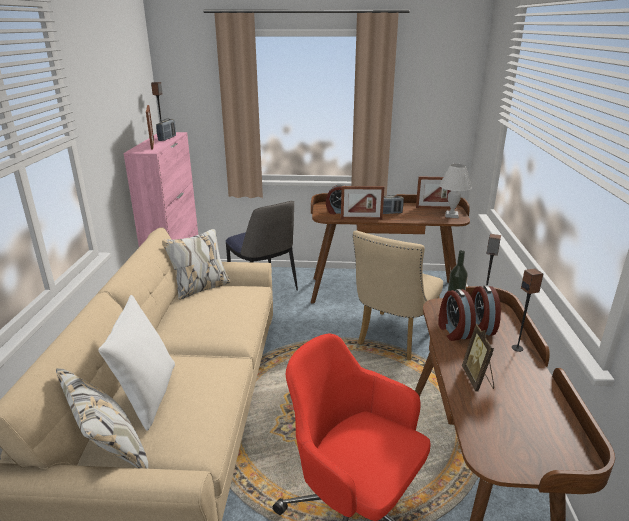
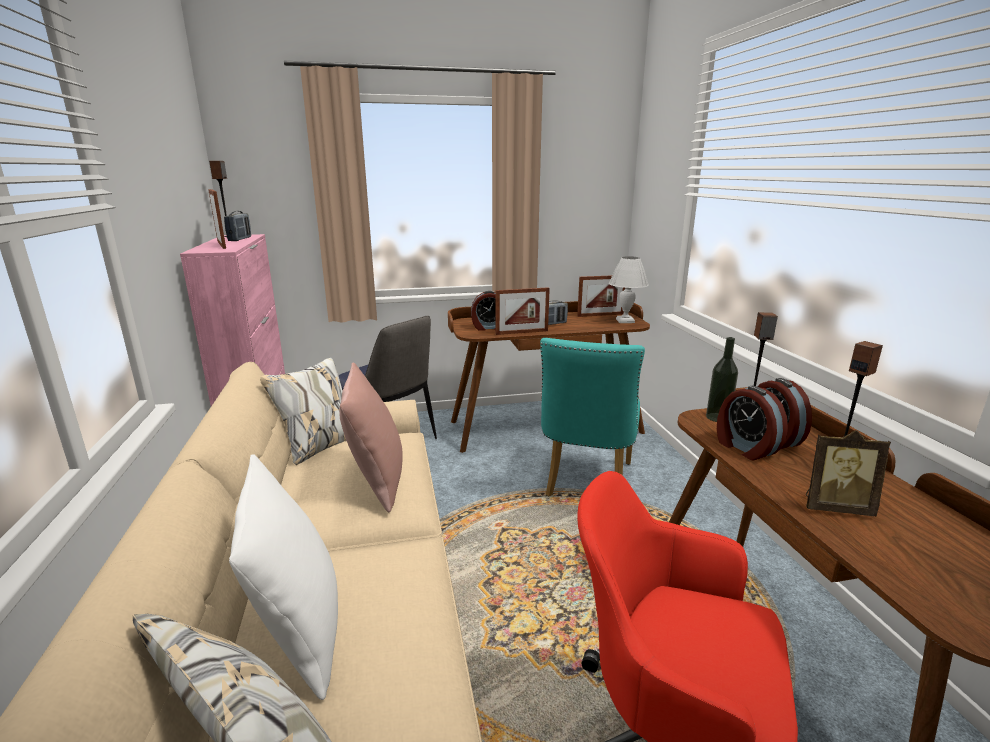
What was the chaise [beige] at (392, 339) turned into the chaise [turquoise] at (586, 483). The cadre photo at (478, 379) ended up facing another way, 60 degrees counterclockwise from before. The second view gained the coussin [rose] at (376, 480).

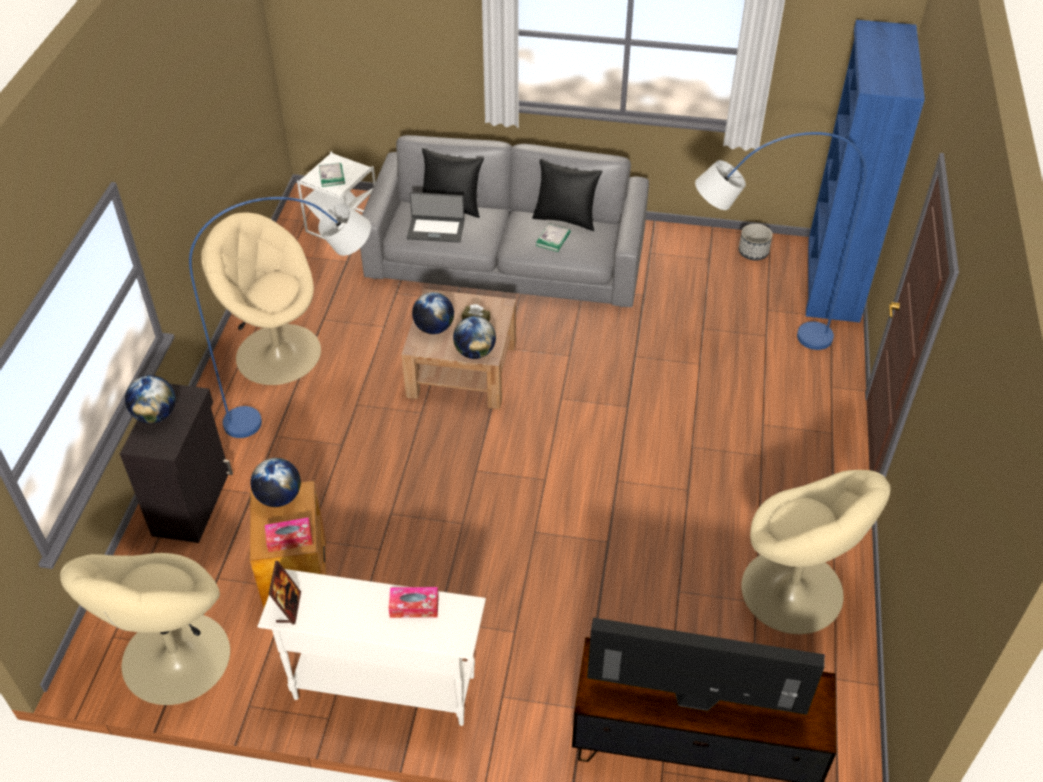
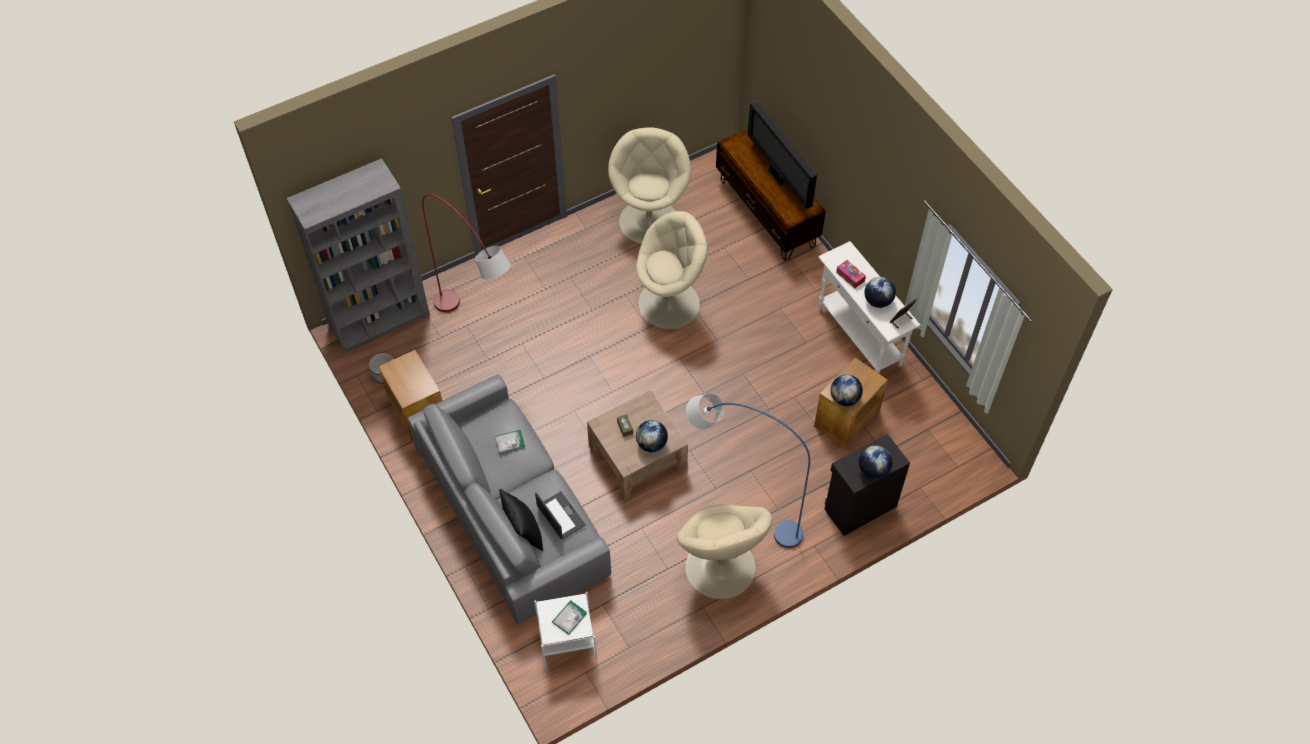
What was the bibliothèque [bleu] at (832, 280) turned into the bibliothèque [gris] at (380, 320). What was the lampadaire [bleu] at (749, 342) turned into the lampadaire [rouge] at (479, 330). The second view lost the coussin [noir] at (565, 219). The globe ended up elsewhere, having gone from (475, 352) to (878, 301). The second view lost the boîte à mouchoirs at (289, 539). The fauteuil [beige] ended up elsewhere, having gone from (174, 659) to (670, 303). The second view gained the table d'appoint [marron] at (417, 411).

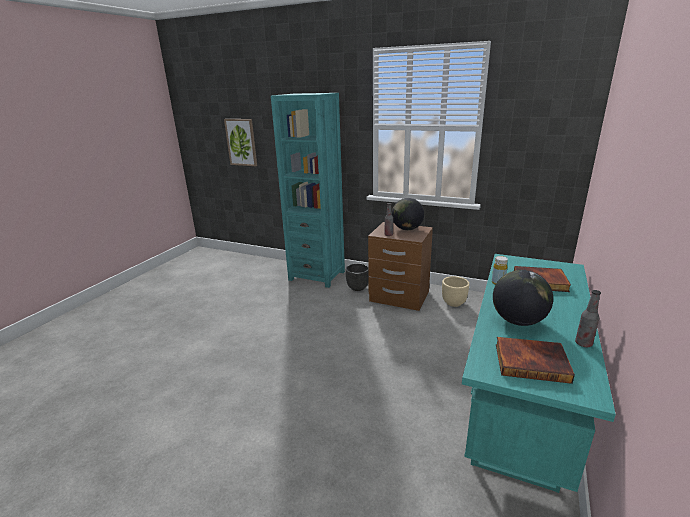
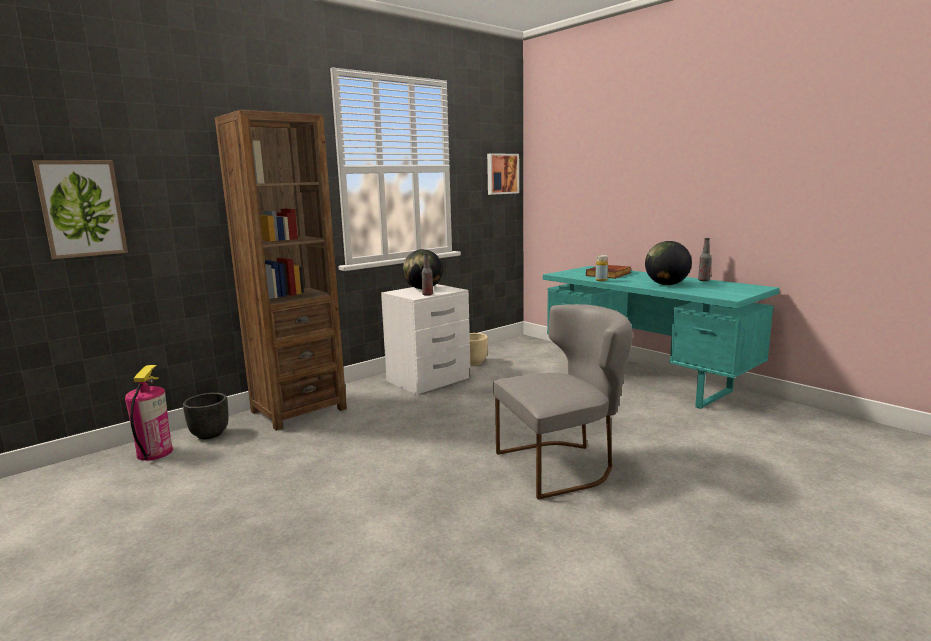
What was the bibliothèque [turquoise] at (317, 275) turned into the bibliothèque [marron] at (298, 410). What was the table de chevet [marron] at (399, 297) turned into the table de chevet [blanc] at (429, 380). The cache-pot [noir] ended up elsewhere, having gone from (357, 287) to (209, 434). The second view lost the livre at (531, 362). The second view gained the tableau at (501, 174). The second view gained the chaise [gris] at (562, 465). The second view gained the extincteur at (154, 453).

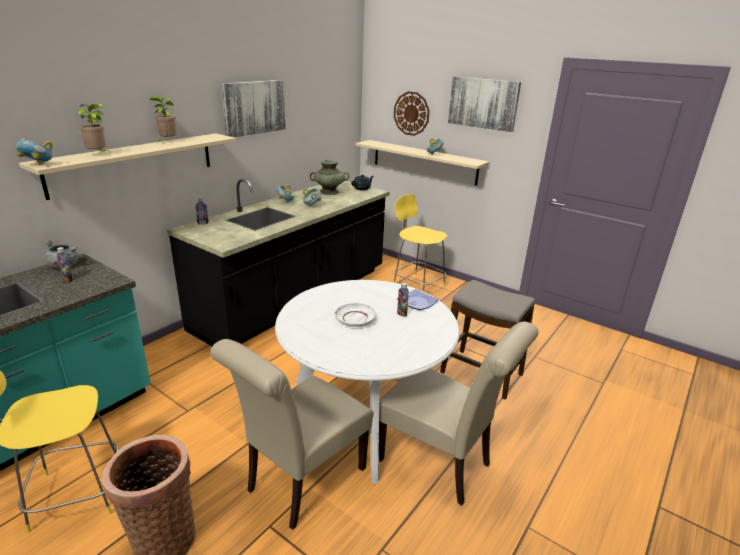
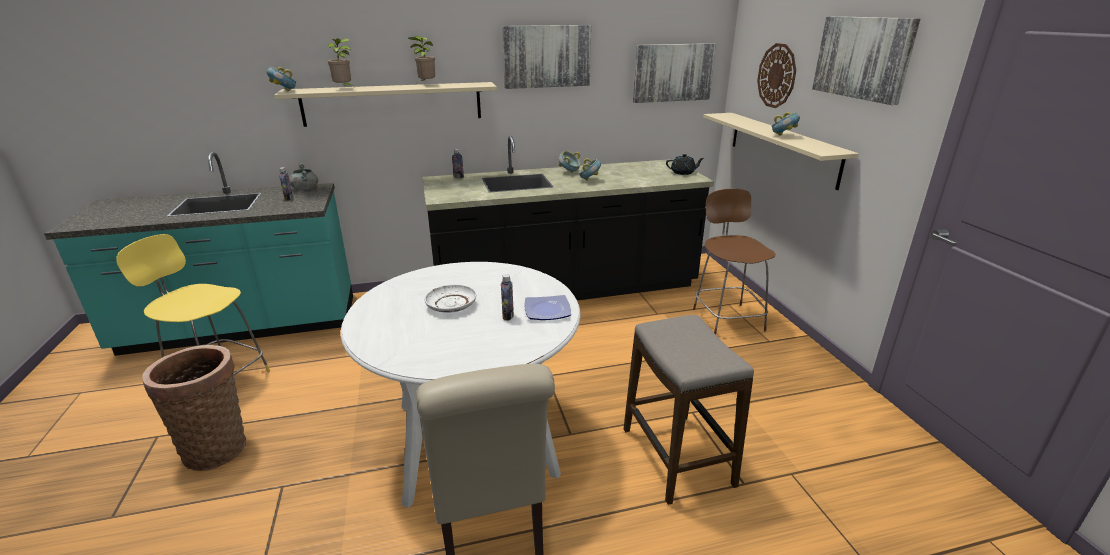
The second view lost the vase [turquoise] at (329, 192). What was the tabouret [jaune] at (417, 285) turned into the tabouret [marron] at (727, 318). The second view lost the chaise [beige] at (301, 482). The second view gained the tableau at (673, 72).

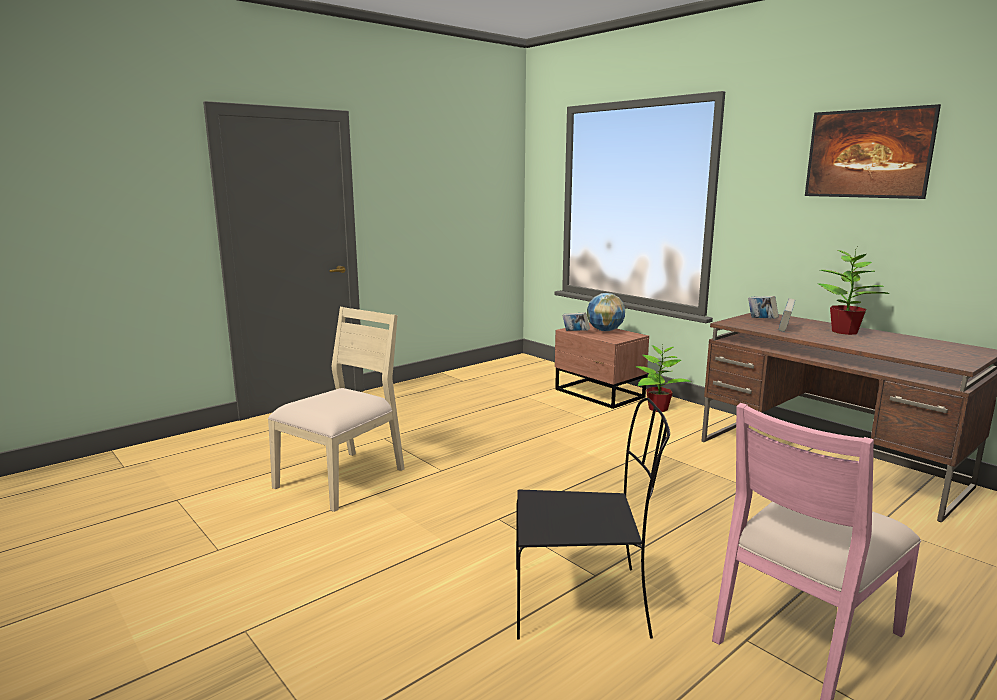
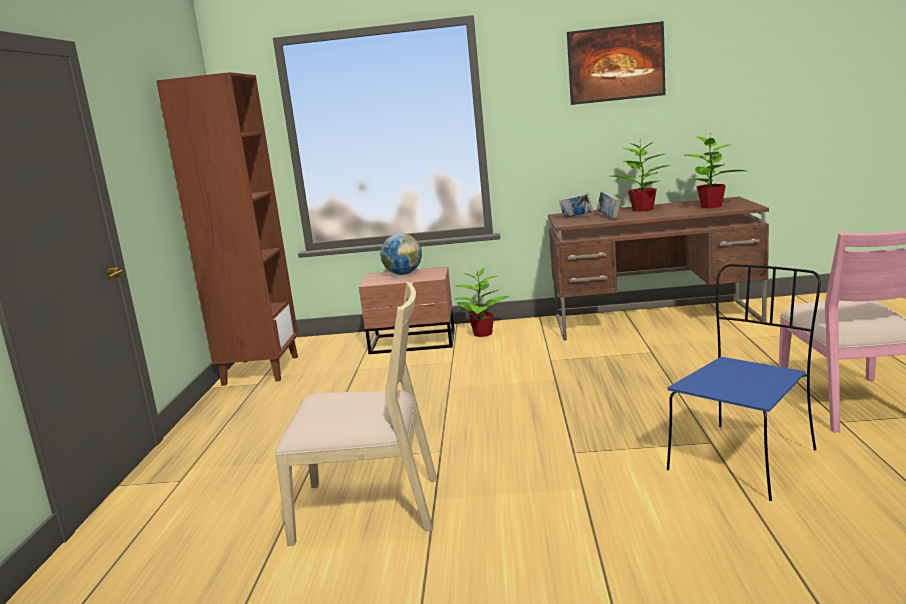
The chaise [beige] at (343, 478) ended up facing another way, 105 degrees clockwise from before. The second view lost the livre at (575, 332). What was the chaise [noir] at (583, 601) turned into the chaise [bleu] at (743, 459). The second view gained the bibliothèque [marron] at (260, 370). The second view gained the plante en pot at (711, 206).

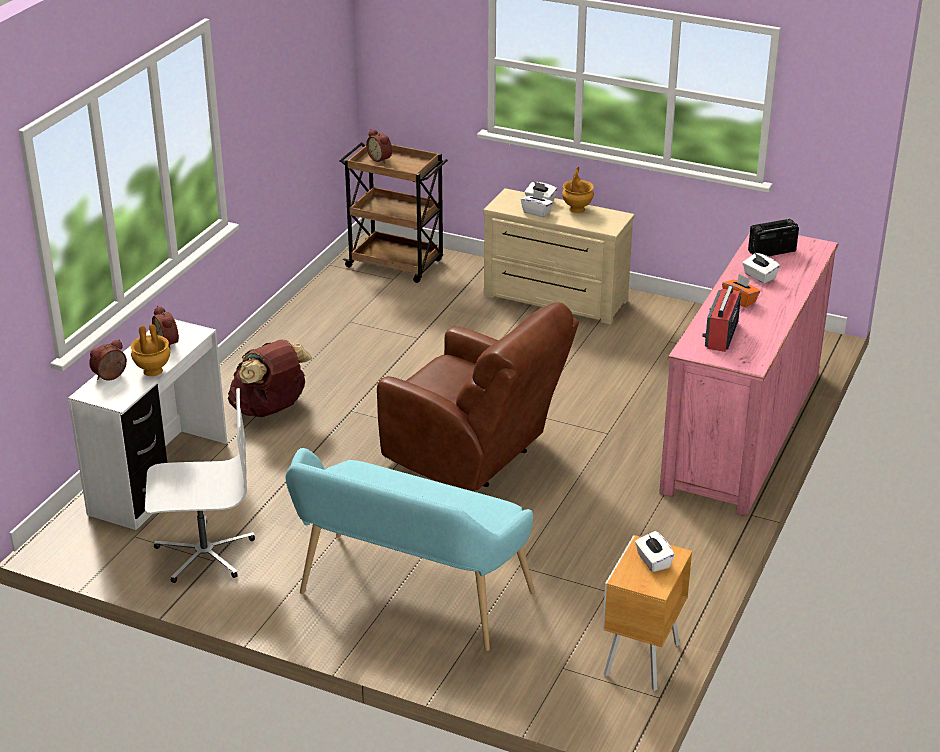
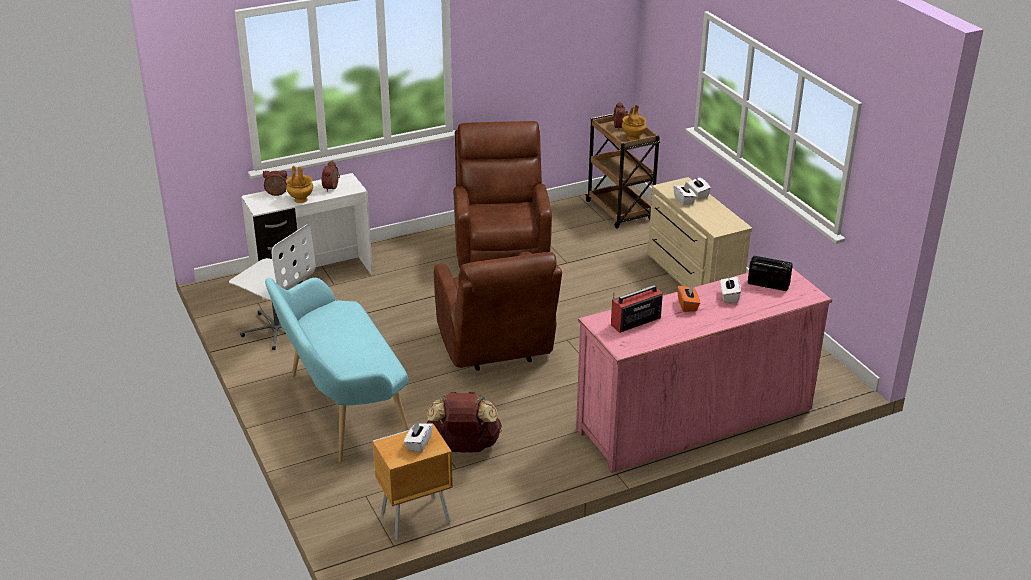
The vase [marron] ended up elsewhere, having gone from (577, 209) to (633, 137). The sac à dos [marron] ended up elsewhere, having gone from (270, 409) to (464, 447). The second view gained the fauteuil [marron] at (501, 248).

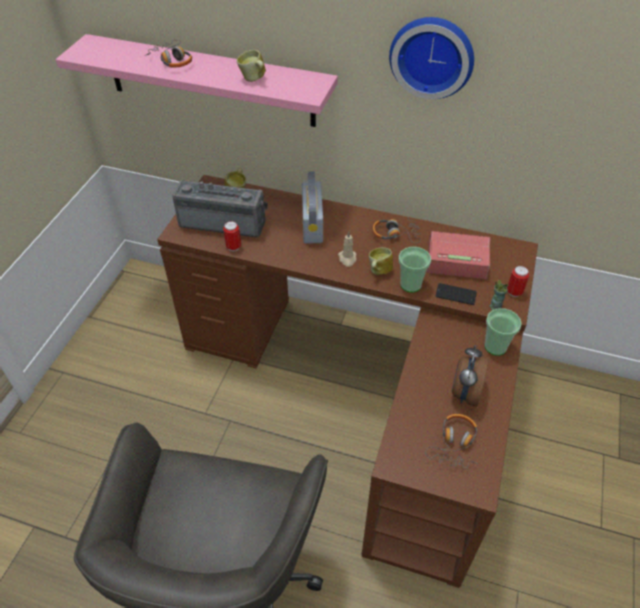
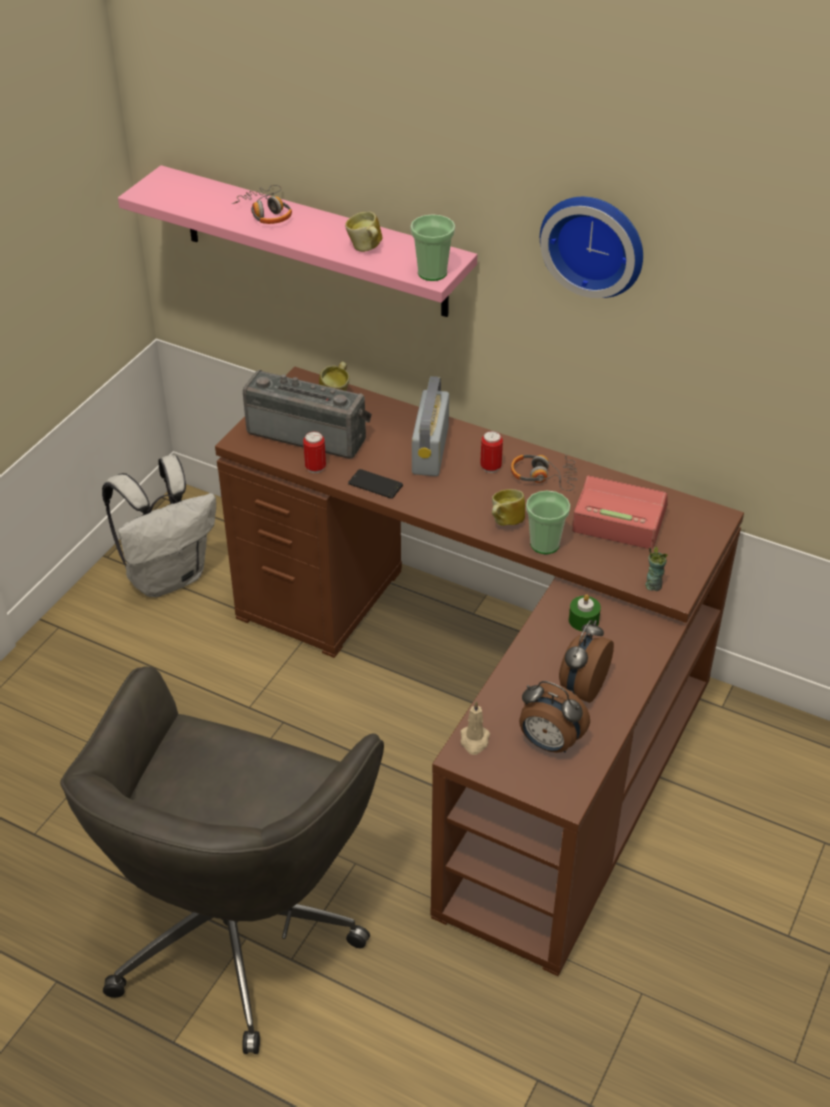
The bougie [beige] ended up elsewhere, having gone from (347, 259) to (474, 741). The boîte métallique ended up elsewhere, having gone from (514, 292) to (490, 467). The téléphone ended up elsewhere, having gone from (455, 294) to (375, 484). The tasse ended up elsewhere, having gone from (495, 346) to (432, 273). Where the casque audio stood at (454, 444), the réveil came to stand at (549, 743). The second view gained the sac à dos [blanc] at (168, 576). The second view gained the bougie [vert] at (583, 620).

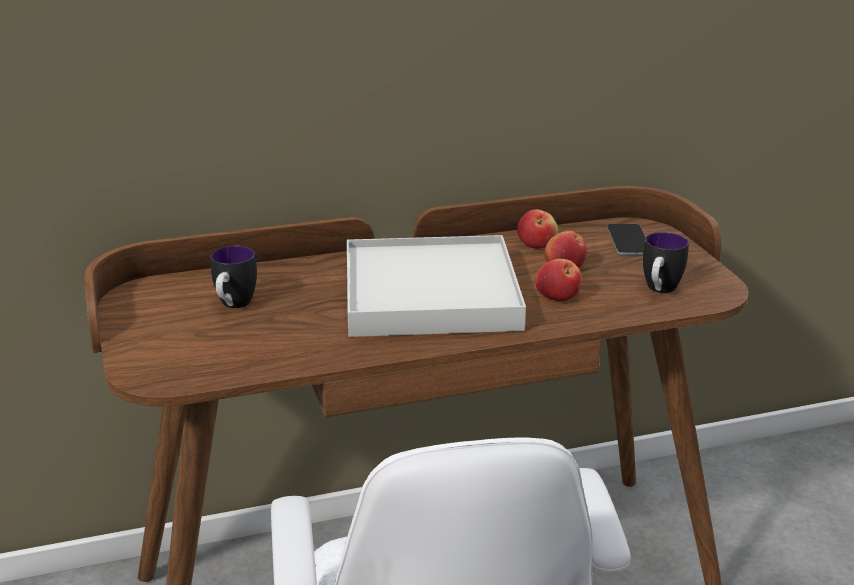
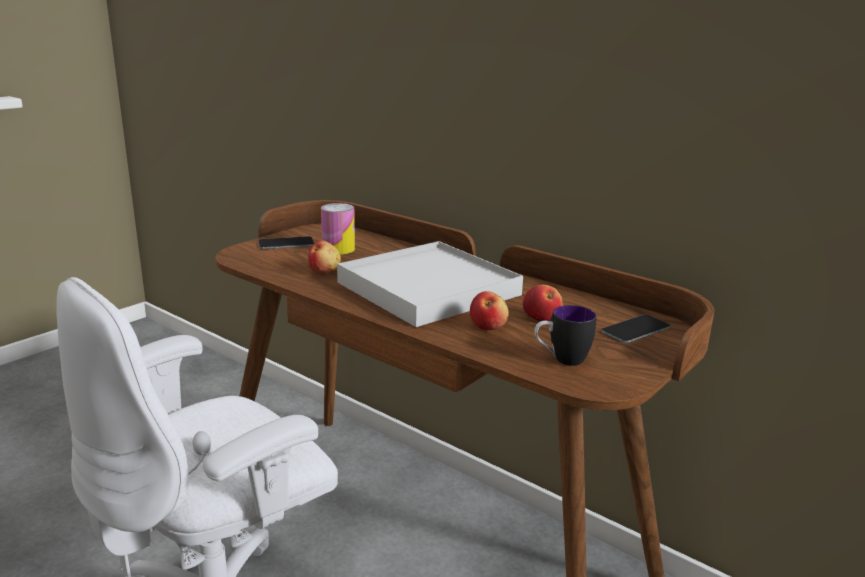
The pomme ended up elsewhere, having gone from (537, 244) to (324, 271). Where the mug stood at (233, 306), the boîte métallique came to stand at (338, 249). The second view gained the téléphone at (286, 243).

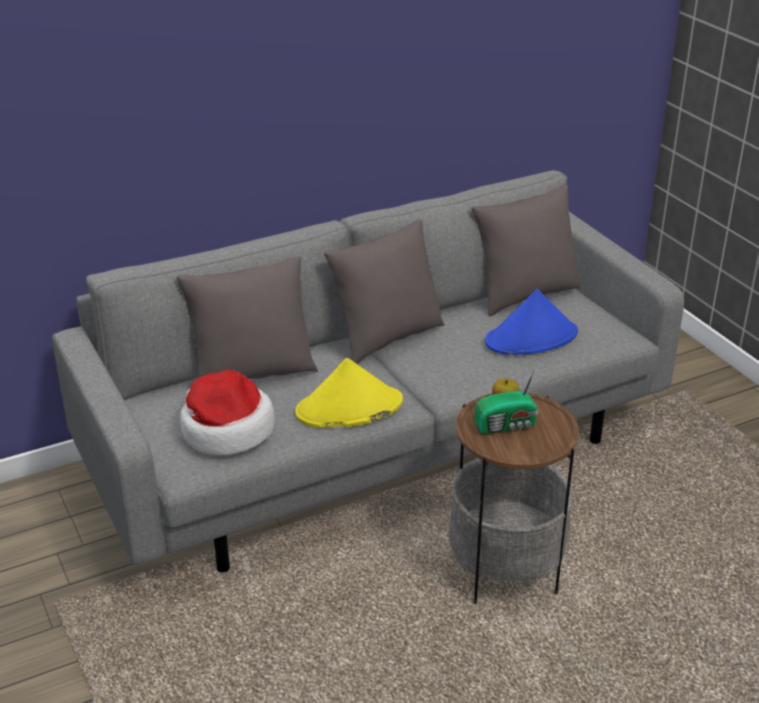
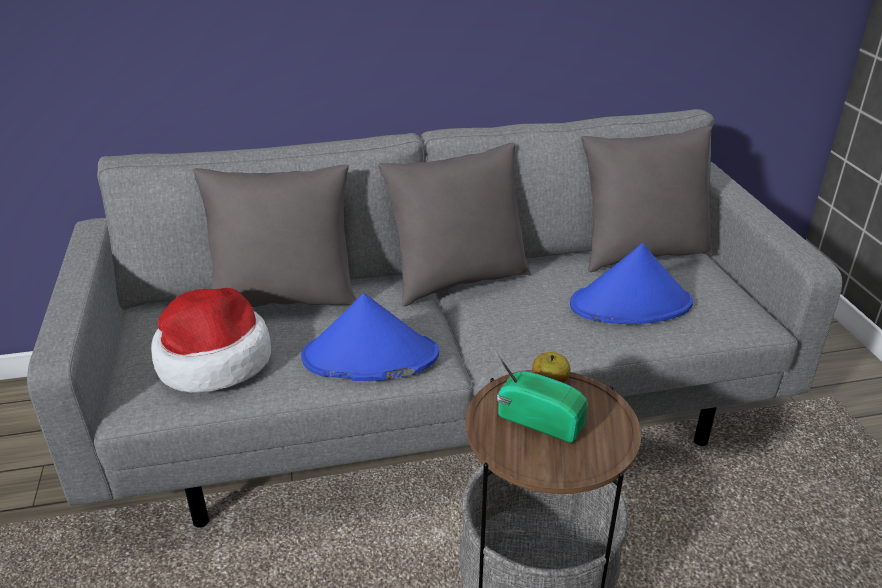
What was the chapeau [jaune] at (349, 408) turned into the chapeau [bleu] at (369, 357). The radio at (507, 425) ended up facing another way, 150 degrees counterclockwise from before.

